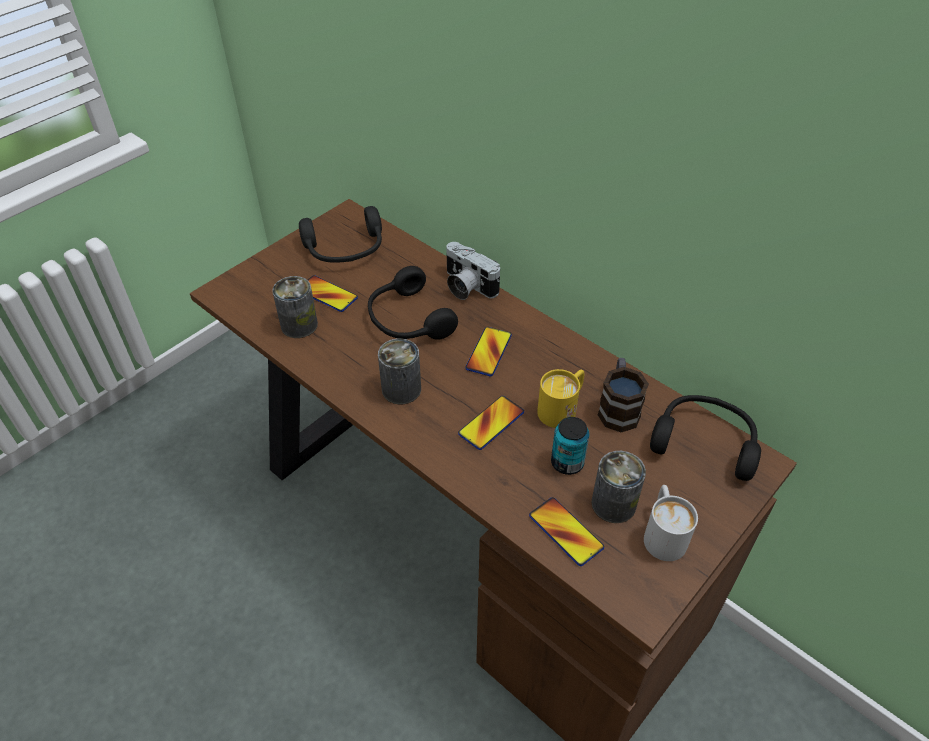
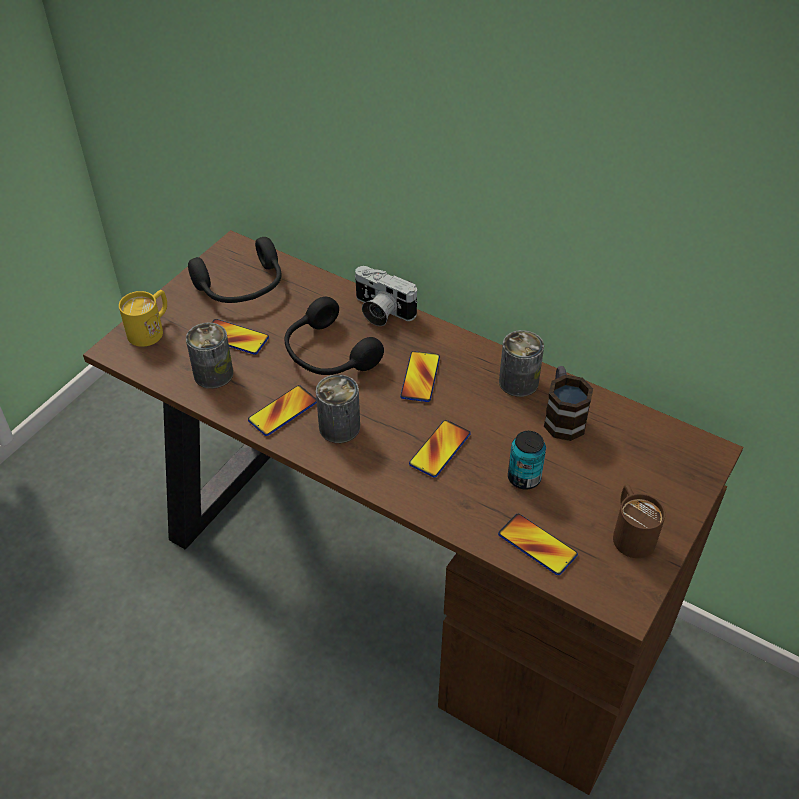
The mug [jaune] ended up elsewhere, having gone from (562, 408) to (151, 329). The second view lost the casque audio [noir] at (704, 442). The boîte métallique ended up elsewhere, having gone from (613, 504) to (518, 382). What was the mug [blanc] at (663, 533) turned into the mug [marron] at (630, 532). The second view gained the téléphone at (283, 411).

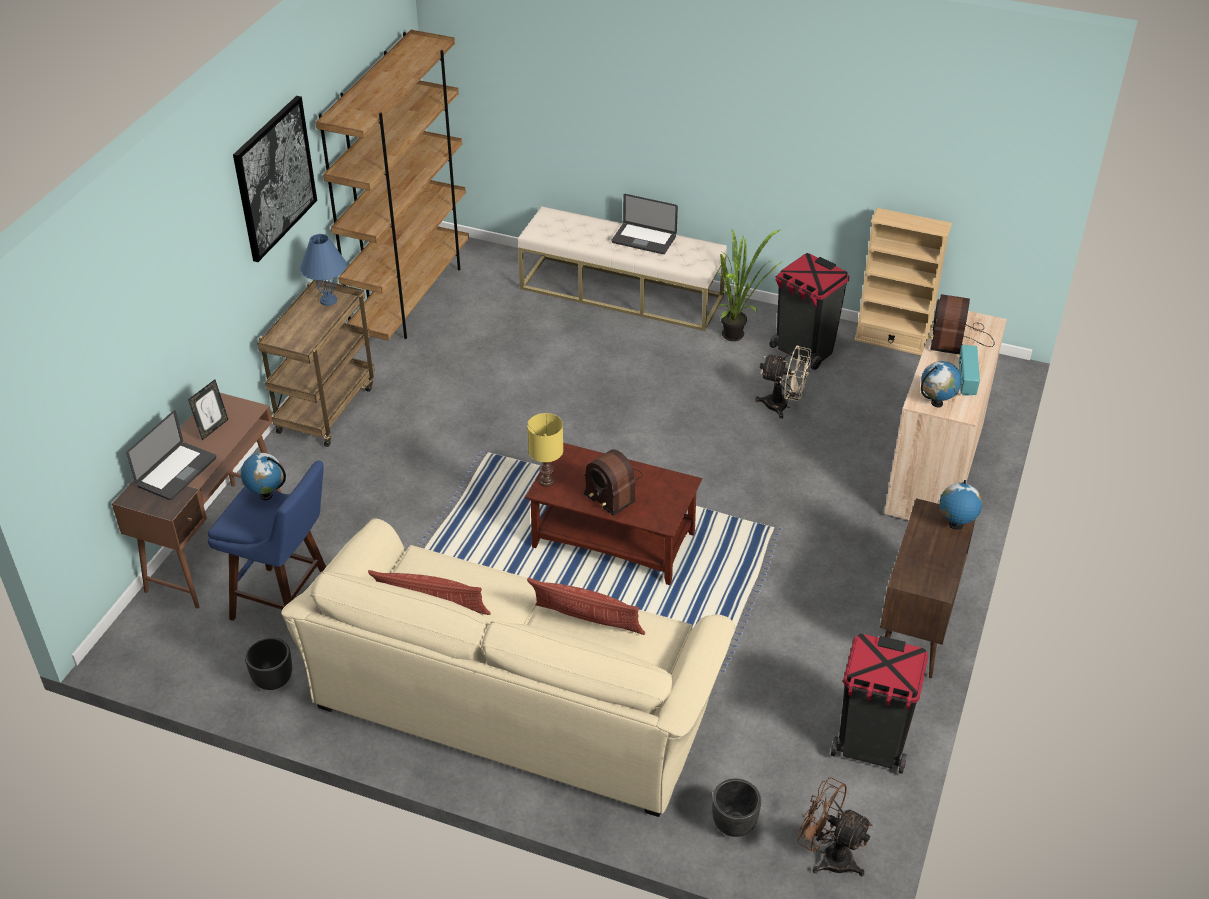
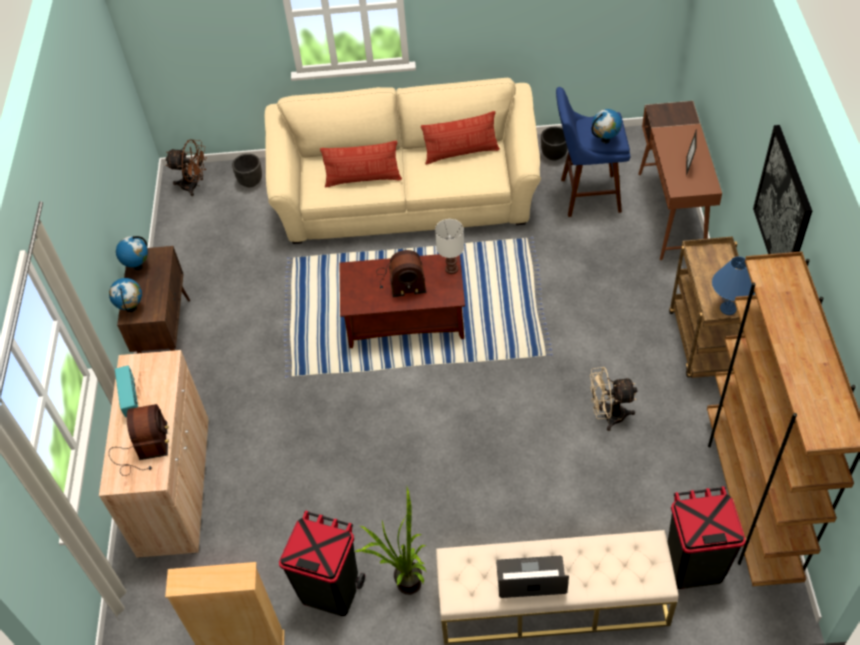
The ventilateur [beige] ended up elsewhere, having gone from (782, 406) to (608, 416). The globe ended up elsewhere, having gone from (937, 403) to (137, 266). The second view lost the ordinateur portable at (177, 472). What was the lampe de table [jaune] at (546, 481) turned into the lampe de table [blanc] at (451, 268). The radio at (612, 489) ended up facing another way, 150 degrees clockwise from before. The poubelle [noir] ended up elsewhere, having gone from (871, 746) to (693, 566).

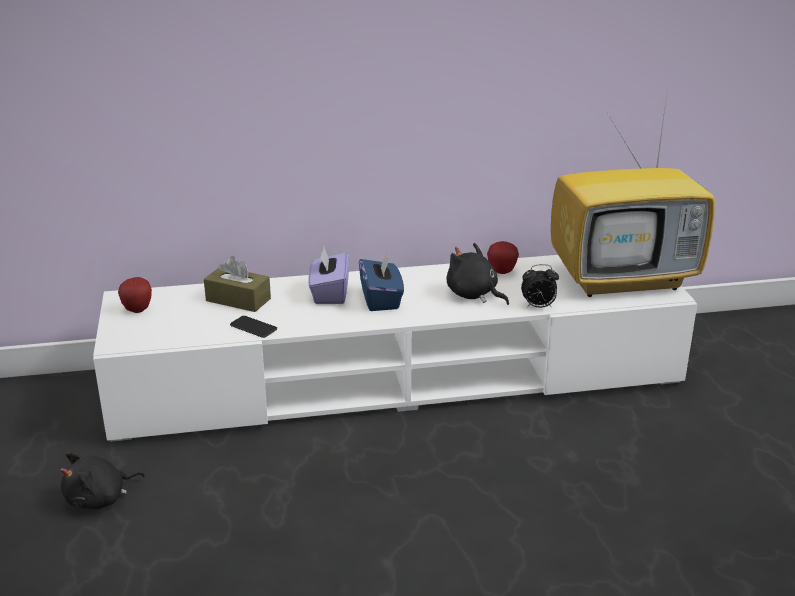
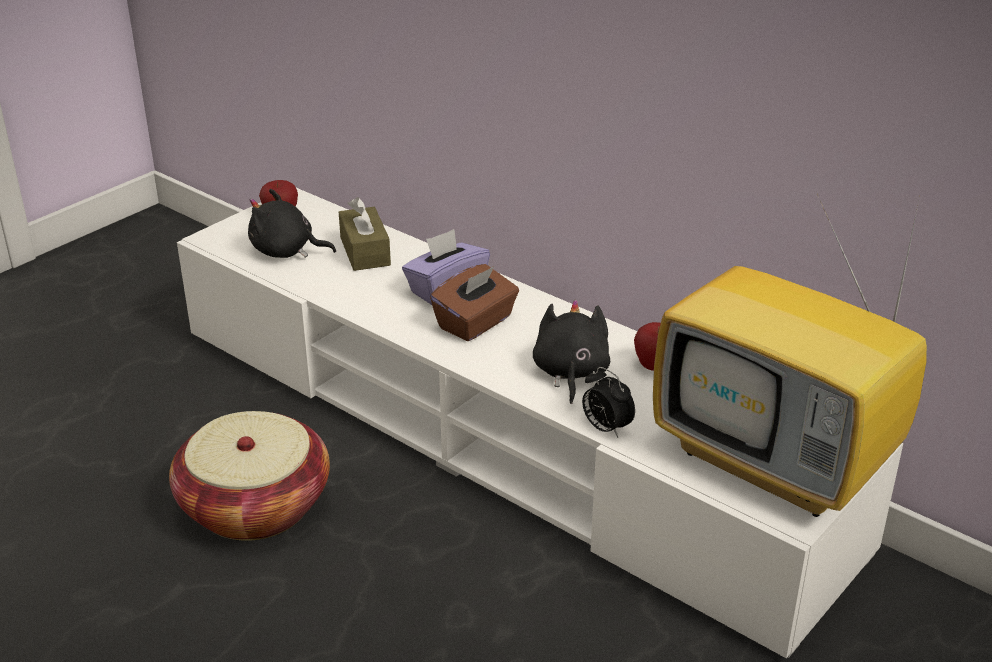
What was the boîte à mouchoirs [bleu] at (381, 299) turned into the boîte à mouchoirs [marron] at (476, 323). The second view lost the téléphone at (253, 327). The peluche [noir] ended up elsewhere, having gone from (100, 499) to (286, 251). The second view gained the panier at (255, 506).

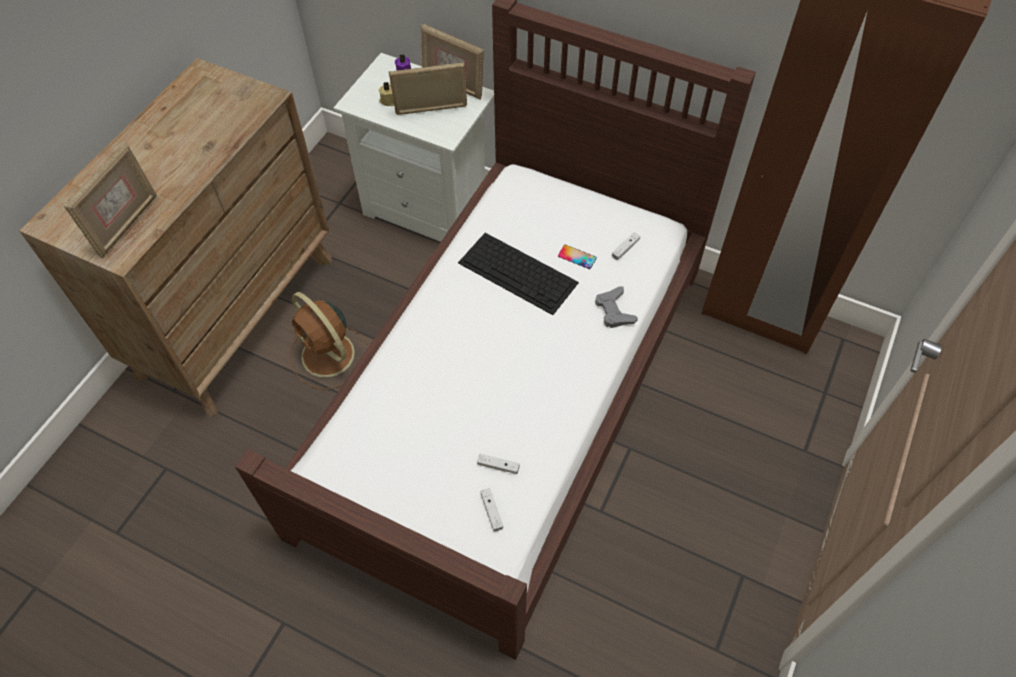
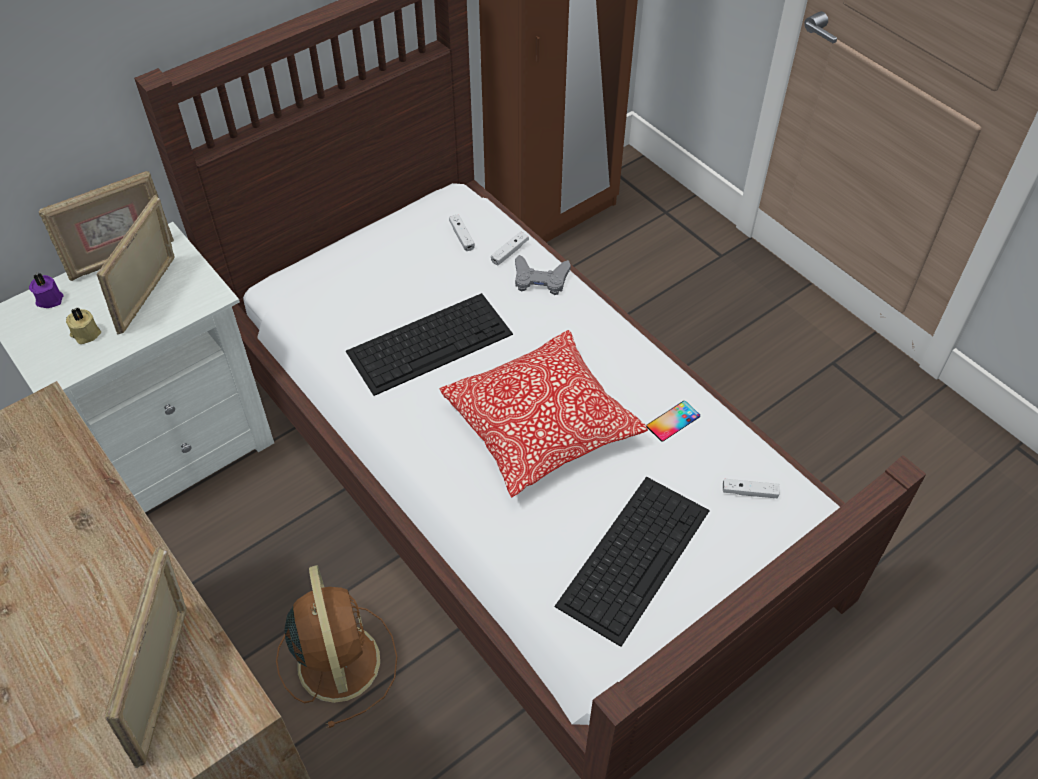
The cadre photo at (126, 225) ended up facing another way, 135 degrees counterclockwise from before. The téléphone ended up elsewhere, having gone from (577, 257) to (673, 421). The ventilateur [marron] at (329, 356) ended up facing another way, 90 degrees counterclockwise from before. The manette [blanc] ended up elsewhere, having gone from (498, 466) to (509, 252). The second view gained the coussin at (541, 425). The second view gained the clavier at (634, 555).

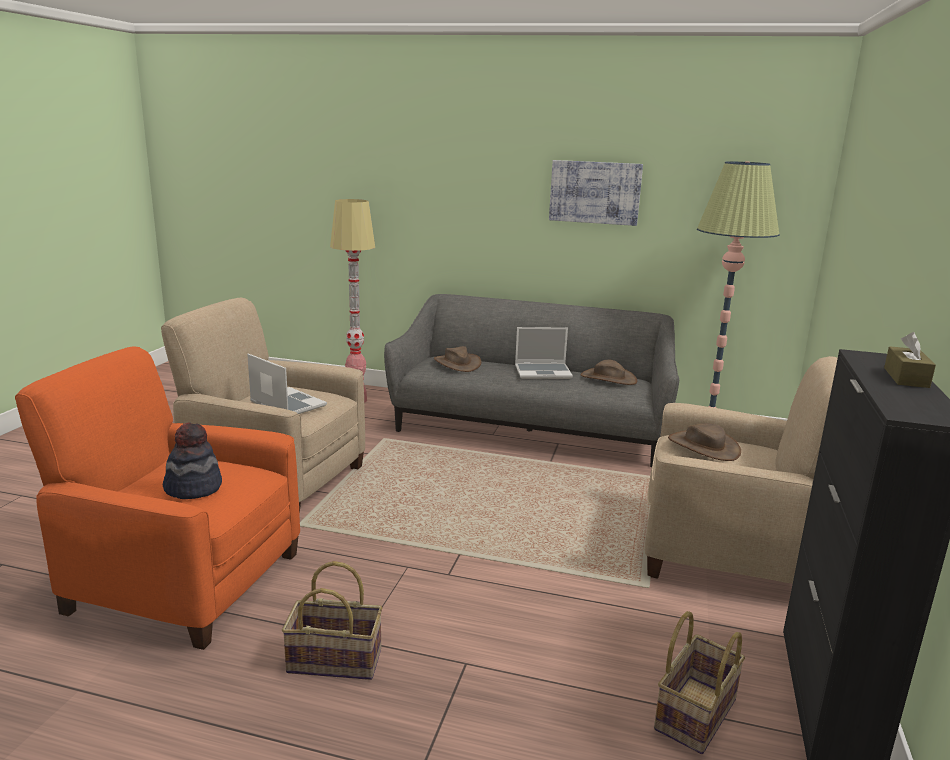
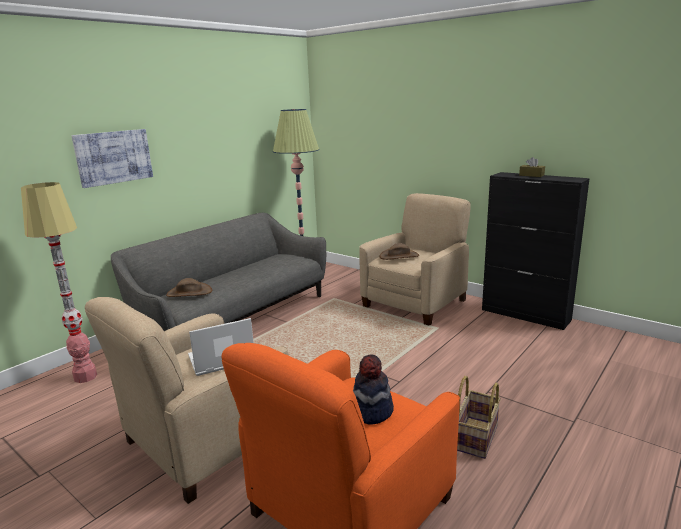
The tableau ended up elsewhere, having gone from (595, 192) to (114, 157). The second view lost the ordinateur portable at (543, 372). The second view lost the chapeau [marron] at (608, 378). The second view lost the panier at (694, 713).

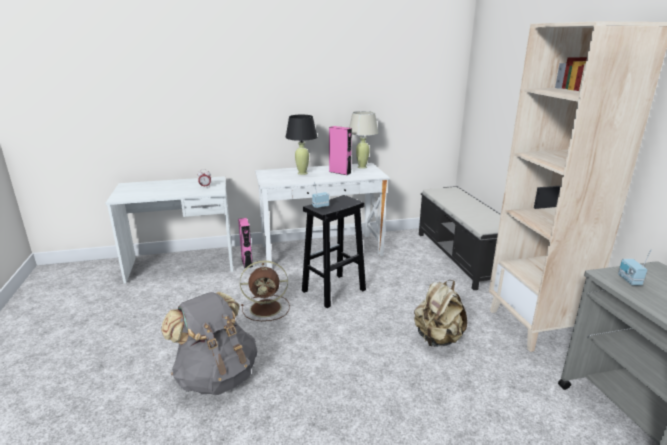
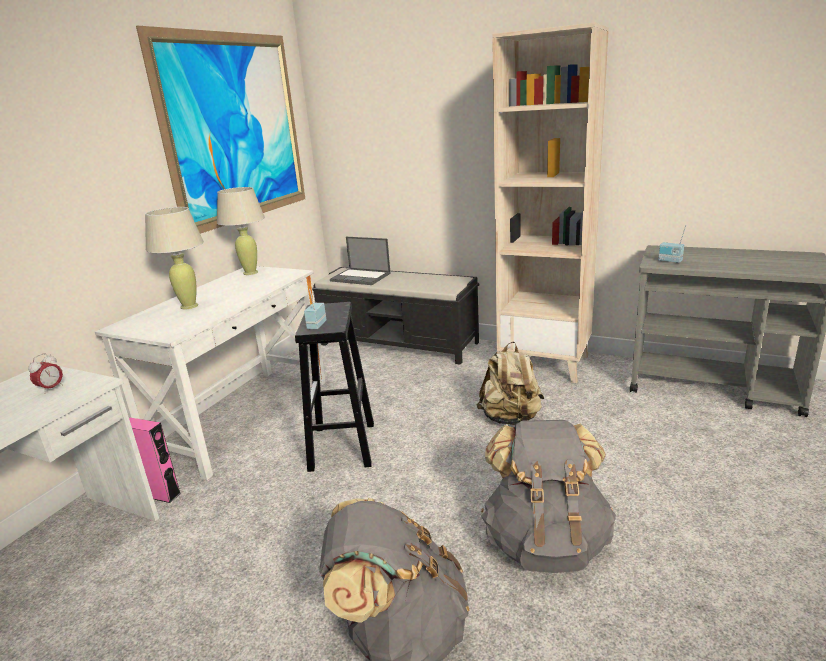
What was the lampe de table [noir] at (302, 173) turned into the lampe de table [beige] at (189, 306). The second view lost the enceinte [rose] at (340, 172). The second view lost the ventilateur [marron] at (267, 308). The second view gained the tableau at (236, 129). The second view gained the ordinateur portable at (361, 277). The second view gained the sac à dos [gris] at (546, 543).

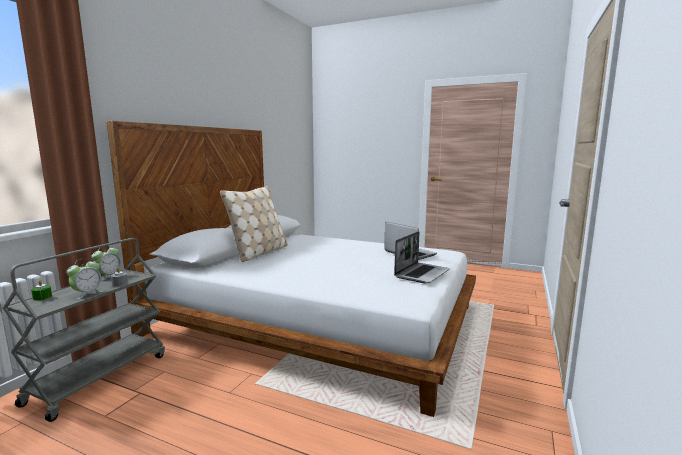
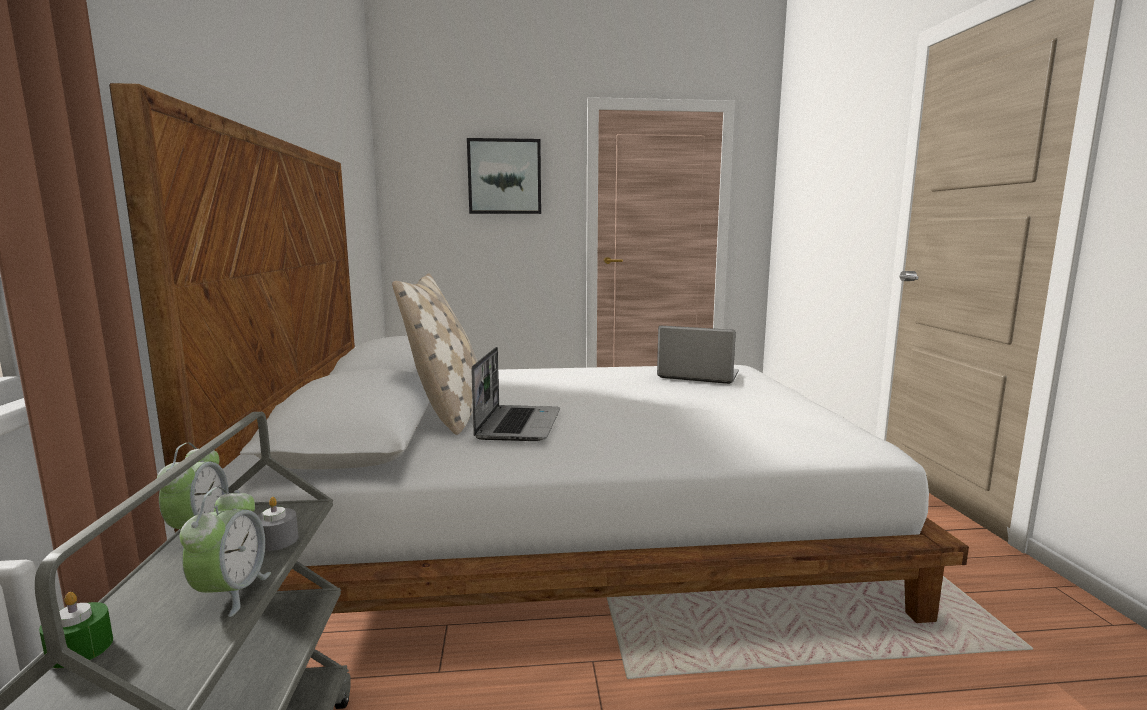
The ordinateur portable ended up elsewhere, having gone from (422, 274) to (518, 424). The second view gained the tableau at (504, 176).

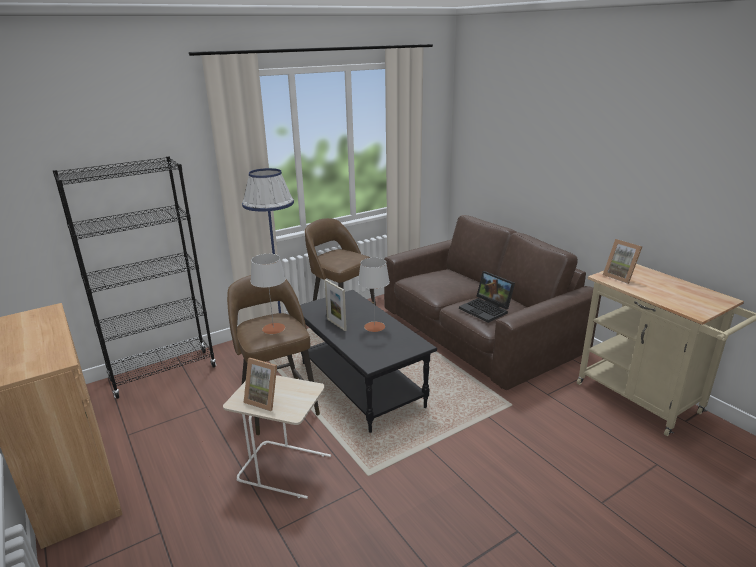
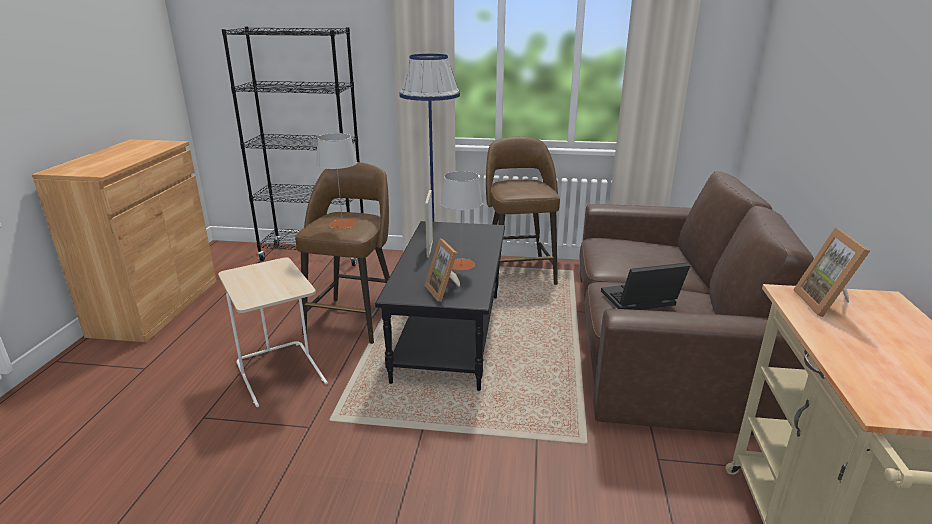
The ordinateur portable at (487, 310) ended up facing another way, 75 degrees clockwise from before. The cadre photo ended up elsewhere, having gone from (265, 400) to (445, 291).

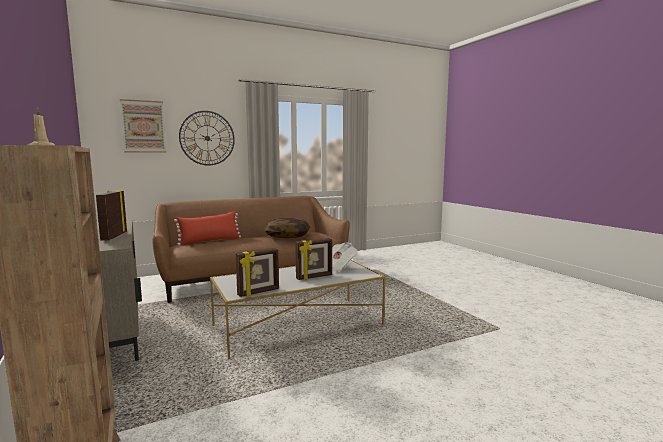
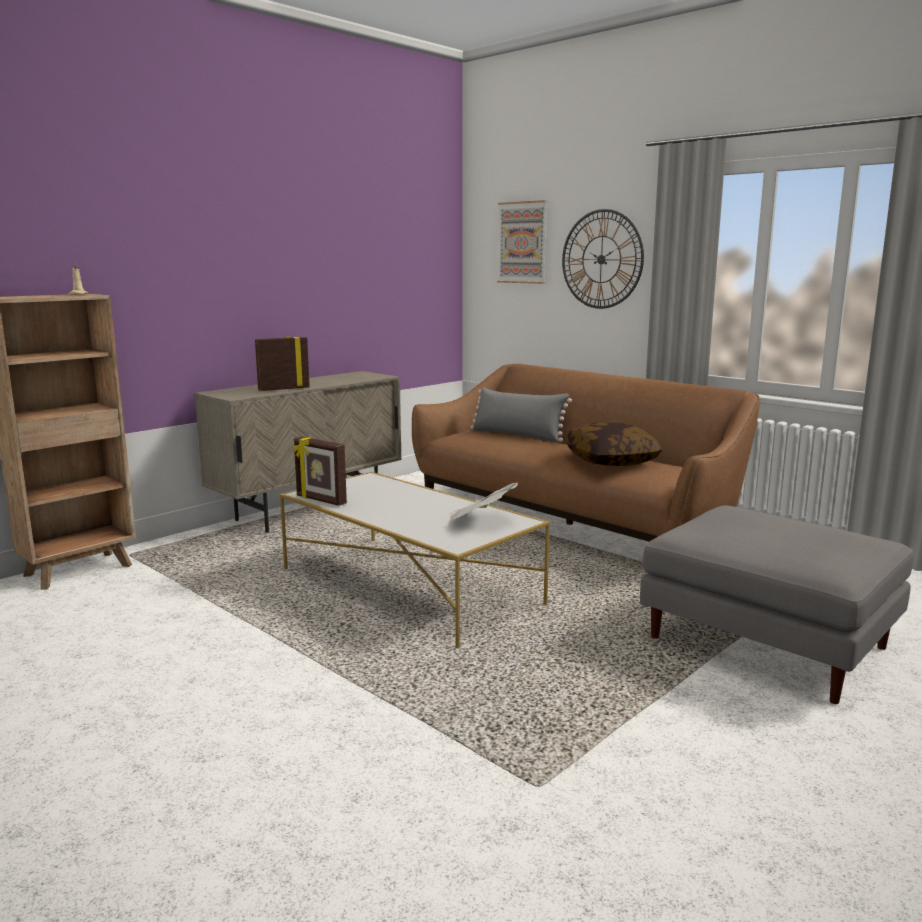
What was the coussin [rouge] at (210, 241) turned into the coussin [gris] at (517, 435). The second view lost the cadre photo at (314, 277). The second view gained the pouf [gris] at (770, 643).

